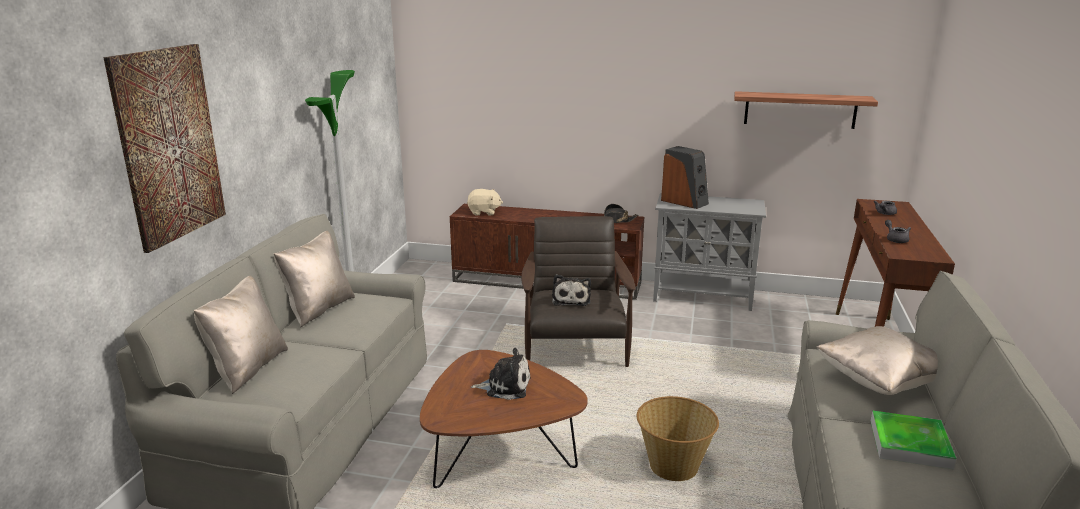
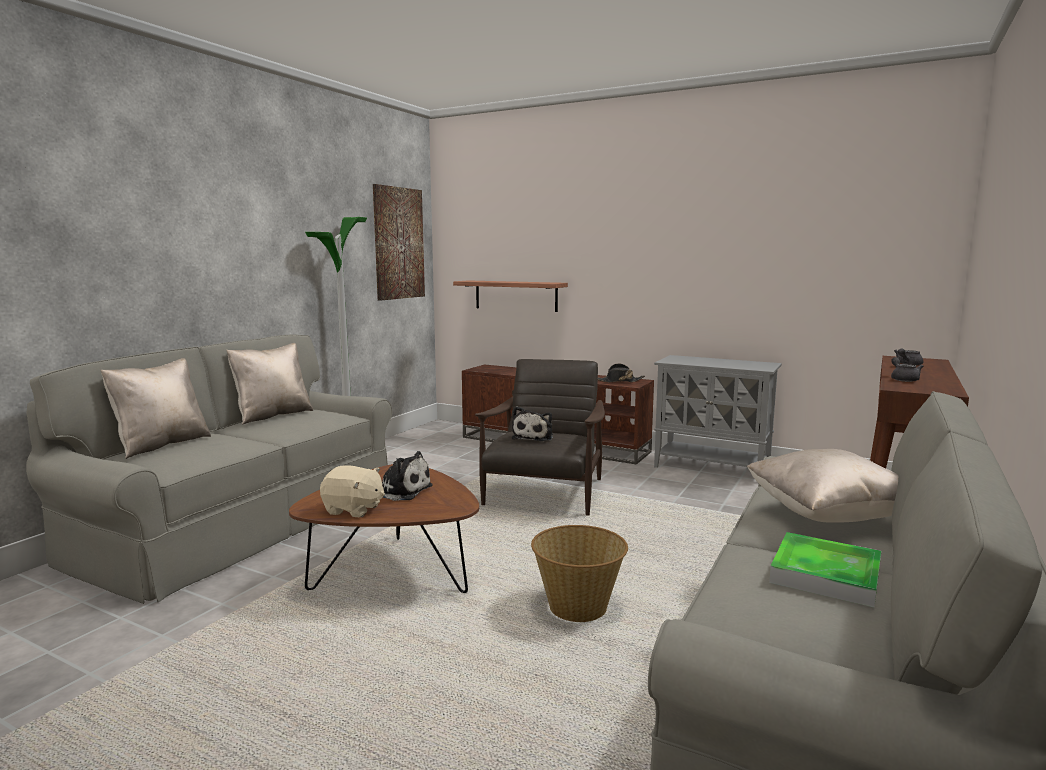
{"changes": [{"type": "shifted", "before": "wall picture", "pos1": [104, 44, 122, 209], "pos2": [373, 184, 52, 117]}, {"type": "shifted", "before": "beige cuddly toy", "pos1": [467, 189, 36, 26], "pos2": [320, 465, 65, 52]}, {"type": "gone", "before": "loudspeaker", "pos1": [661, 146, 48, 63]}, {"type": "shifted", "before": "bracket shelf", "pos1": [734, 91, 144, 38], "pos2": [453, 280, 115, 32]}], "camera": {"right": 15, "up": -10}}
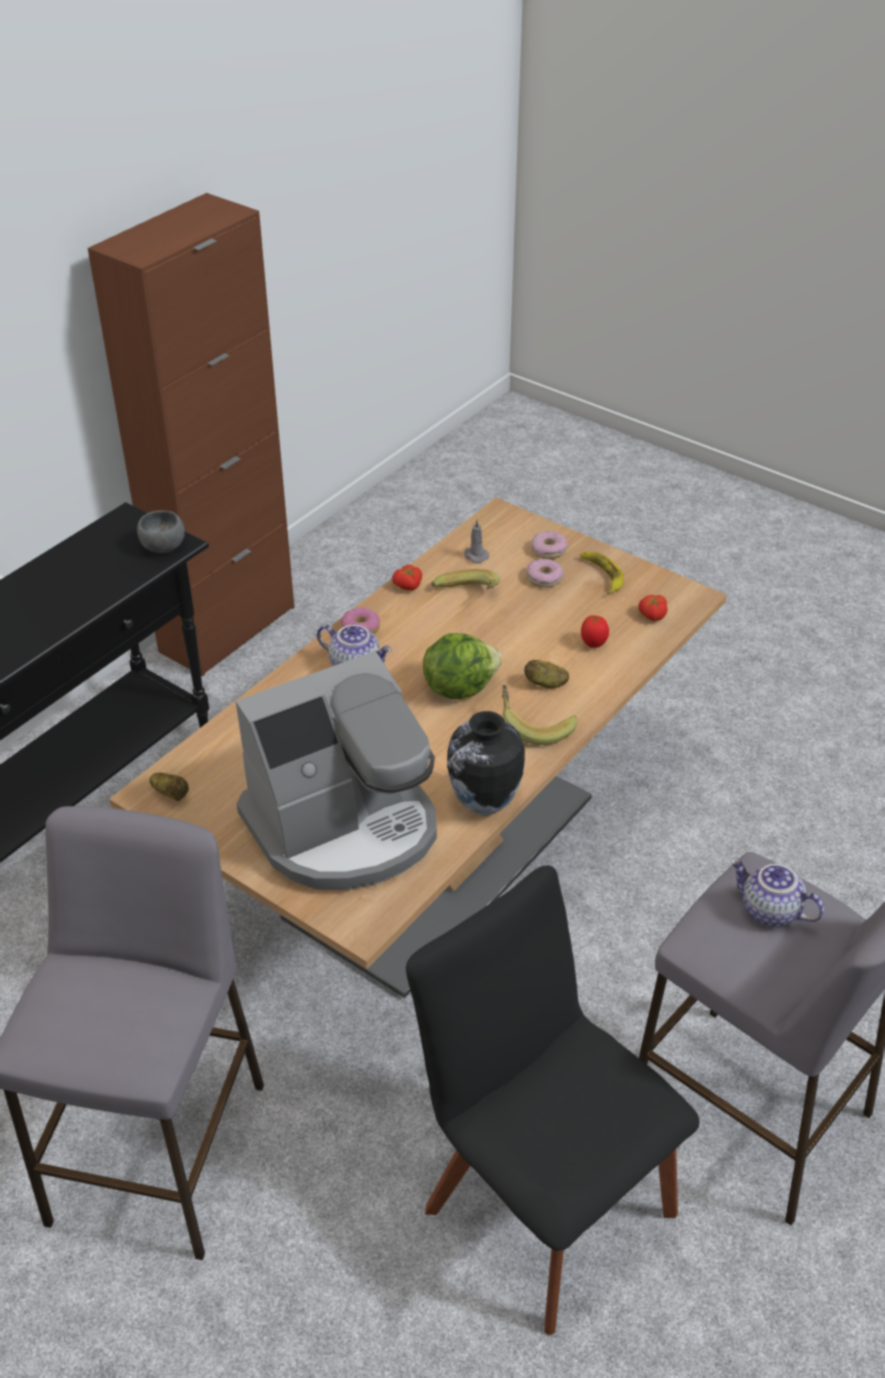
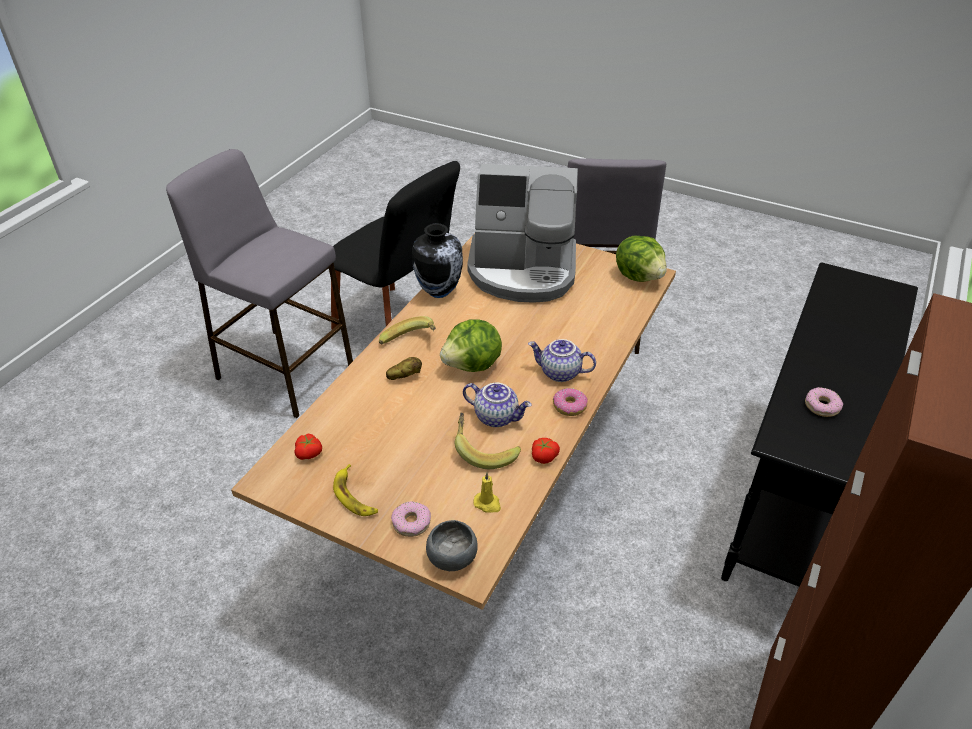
{"changes": [{"type": "shifted", "before": "grey serving bowl", "pos1": [137, 510, 48, 43], "pos2": [426, 520, 52, 51]}, {"type": "swapped", "before": "potato", "after": "head of lettuce", "pos1": [149, 773, 40, 28], "pos2": [616, 235, 51, 47]}, {"type": "rotated", "before": "coffee maker", "pos1": [236, 651, 201, 239], "pos2": [467, 164, 111, 139], "turn": -135}, {"type": "repainted", "before": "grey candle", "after": "yellow-coloured candle", "pos1": [464, 520, 25, 43], "pos2": [473, 473, 28, 39]}, {"type": "shifted", "before": "doughnut", "pos1": [526, 559, 38, 28], "pos2": [805, 387, 38, 30]}, {"type": "gone", "before": "fresh tomato", "pos1": [581, 615, 28, 33]}, {"type": "shifted", "before": "teapot", "pos1": [730, 858, 94, 68], "pos2": [463, 382, 69, 45]}], "camera": {"right": 170, "up": 0}}
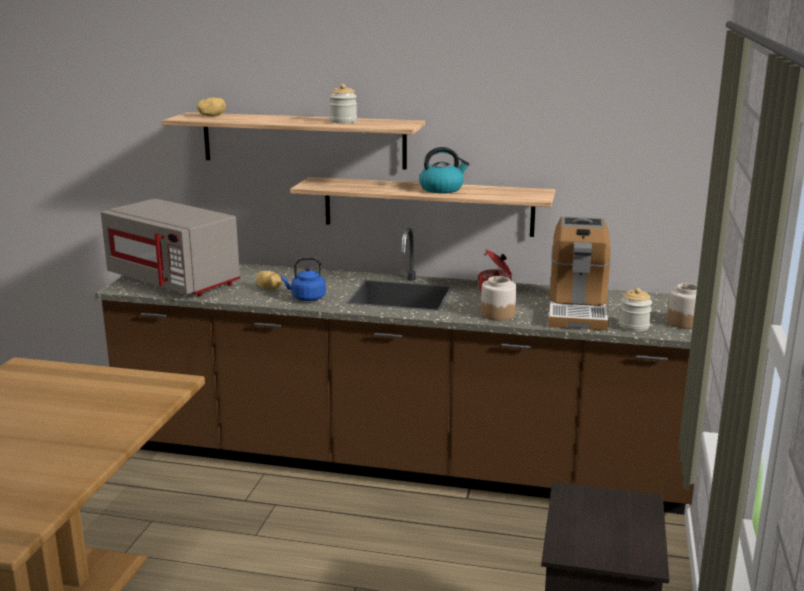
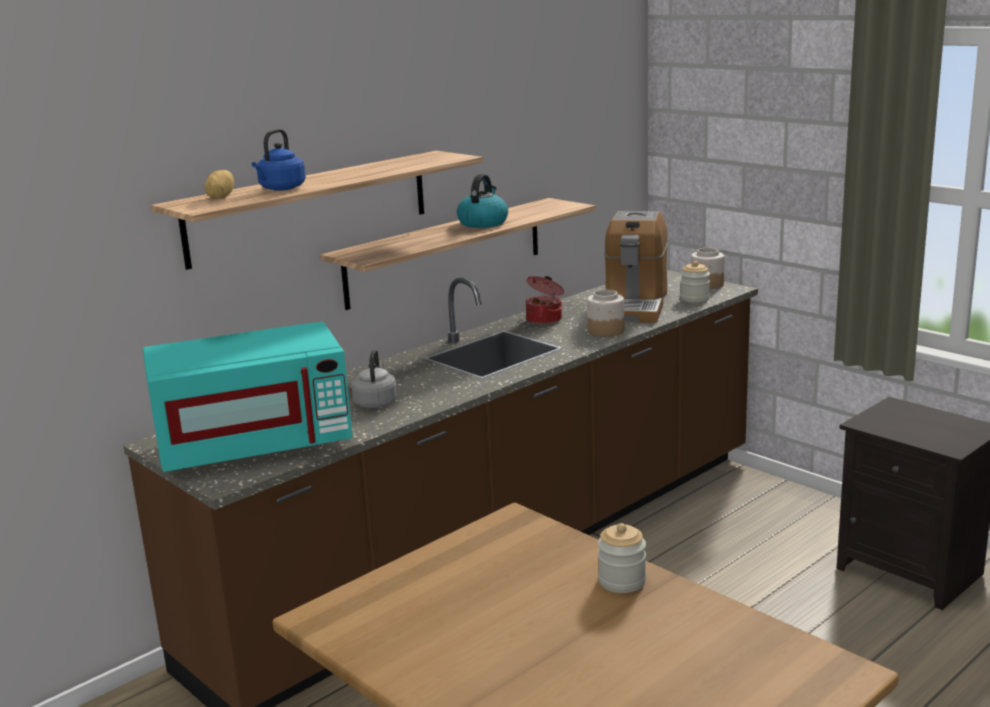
{"changes": [{"type": "repainted", "before": "grey microwave", "after": "turquoise-coloured microwave", "pos1": [101, 198, 140, 98], "pos2": [143, 322, 210, 150]}, {"type": "swapped", "before": "potato", "after": "grey water kettle", "pos1": [256, 271, 26, 19], "pos2": [351, 349, 46, 59]}, {"type": "shifted", "before": "bluish water kettle", "pos1": [281, 257, 45, 44], "pos2": [252, 129, 54, 62]}, {"type": "shifted", "before": "preserve jar", "pos1": [329, 84, 28, 39], "pos2": [598, 523, 48, 70]}, {"type": "rotated", "before": "coffee maker", "pos1": [548, 216, 63, 115], "pos2": [604, 211, 64, 112], "turn": 60}], "camera": {"right": -55, "up": 0}}
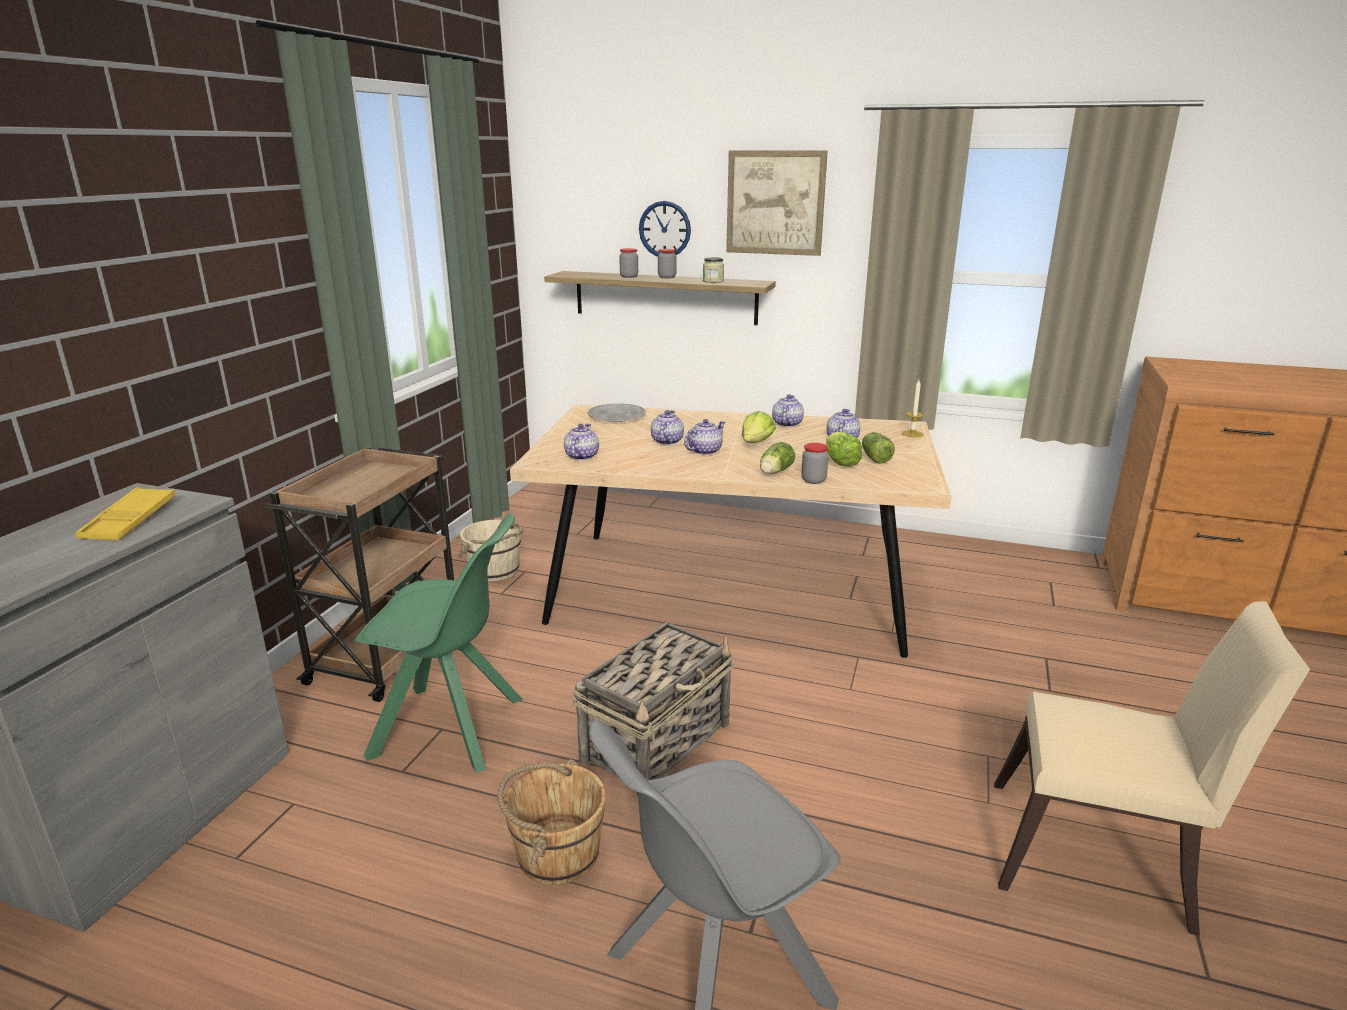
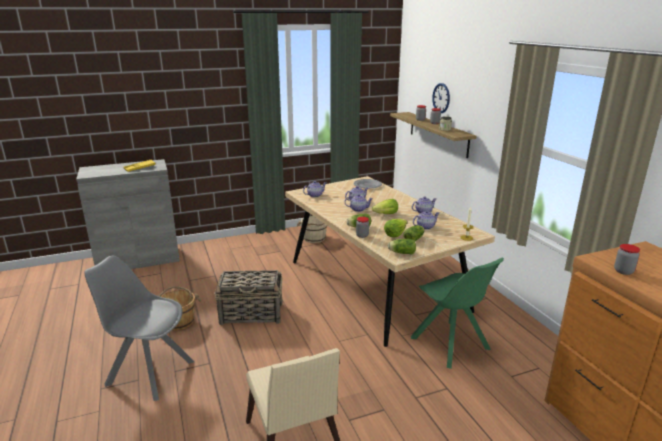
{"changes": [{"type": "gone", "before": "brown trolley", "pos1": [265, 447, 189, 255]}, {"type": "shifted", "before": "green plain chair", "pos1": [354, 513, 169, 260], "pos2": [411, 258, 93, 111]}, {"type": "gone", "before": "wall picture", "pos1": [726, 150, 102, 106]}, {"type": "new", "after": "head of lettuce", "pos2": [388, 239, 28, 15]}, {"type": "new", "after": "preserve jar", "pos2": [614, 244, 26, 31]}], "camera": {"right": 50, "up": 0}}
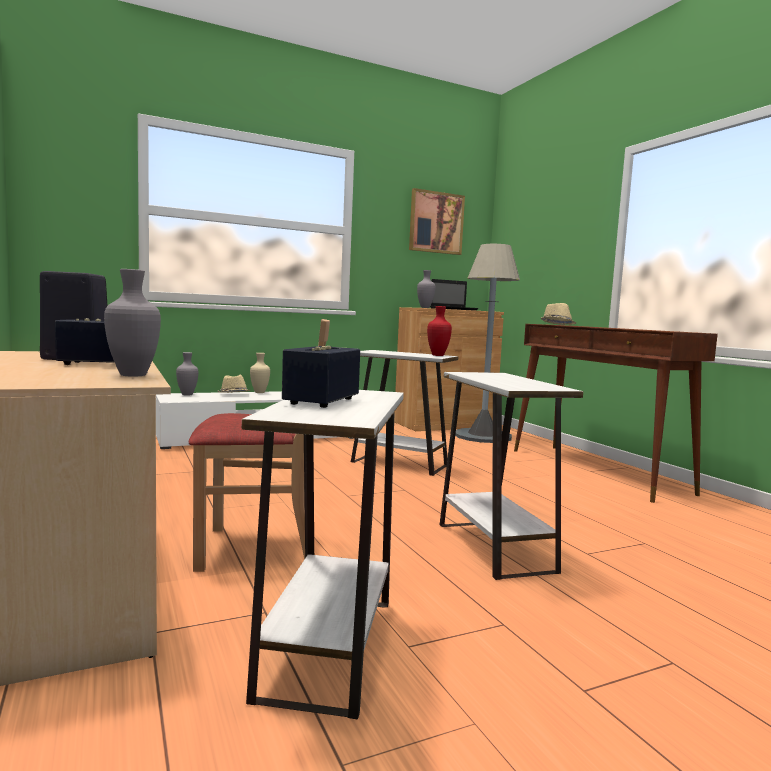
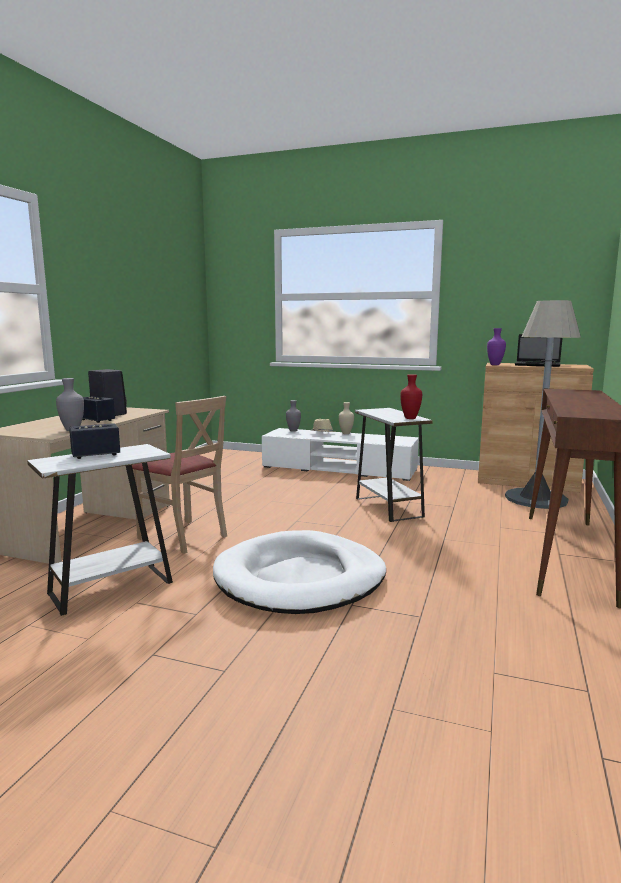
{"changes": [{"type": "gone", "before": "wall picture", "pos1": [409, 188, 56, 67]}, {"type": "repainted", "before": "grey flower vase", "after": "purple flower vase", "pos1": [417, 270, 18, 38], "pos2": [487, 328, 19, 37]}, {"type": "swapped", "before": "white-coloured accent table", "after": "white-coloured dog bed", "pos1": [440, 372, 143, 208], "pos2": [213, 530, 173, 84]}, {"type": "gone", "before": "beige wearable hat", "pos1": [541, 303, 35, 22]}], "camera": {"right": 45, "up": 5}}
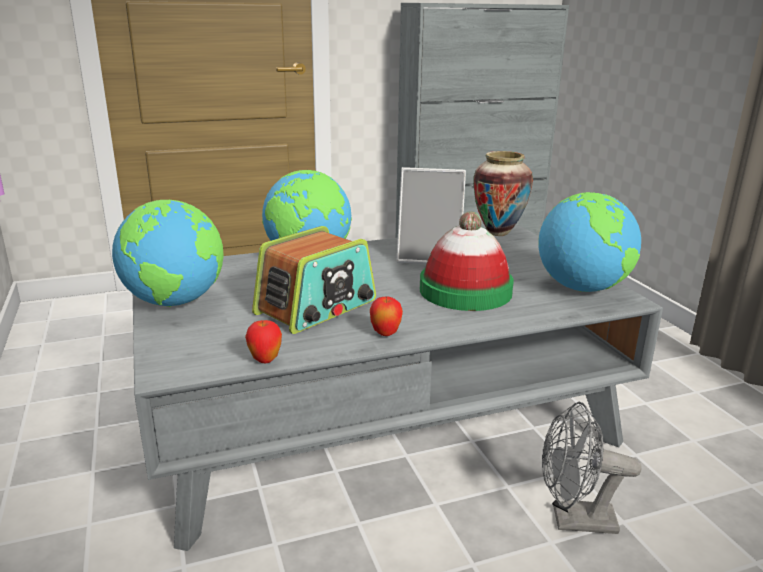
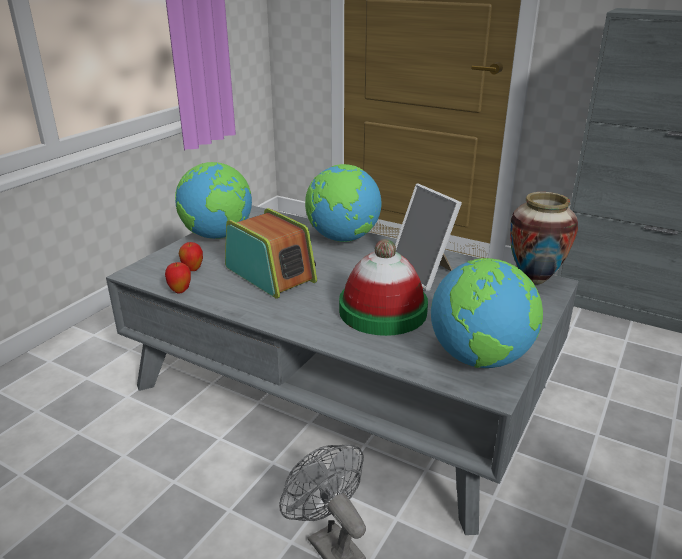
{"changes": [{"type": "rotated", "before": "radio set", "pos1": [252, 226, 124, 108], "pos2": [225, 208, 92, 91], "turn": -135}, {"type": "shifted", "before": "whole apple", "pos1": [370, 296, 33, 40], "pos2": [179, 242, 24, 29]}], "camera": {"right": 50, "up": 5}}
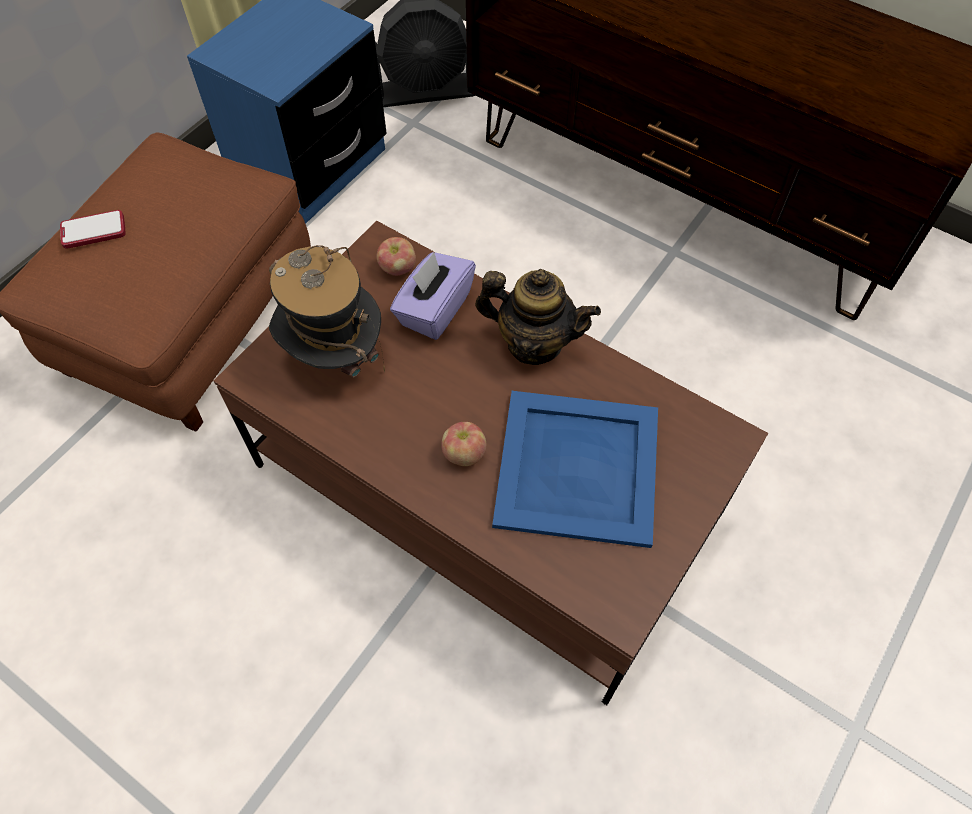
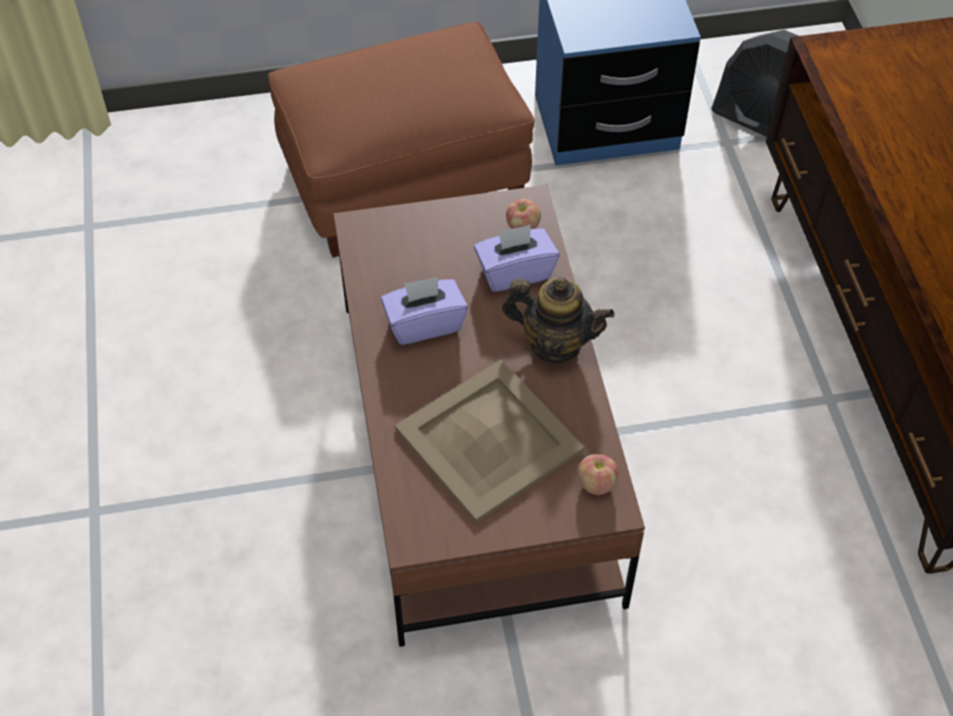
{"changes": [{"type": "gone", "before": "phone", "pos1": [60, 210, 66, 39]}, {"type": "gone", "before": "wearable hat", "pos1": [269, 245, 116, 133]}, {"type": "shifted", "before": "whole apple", "pos1": [441, 422, 45, 44], "pos2": [577, 454, 41, 41]}, {"type": "rotated", "before": "teapot", "pos1": [475, 269, 126, 96], "pos2": [502, 277, 113, 86], "turn": -45}, {"type": "repainted", "before": "bluish tray", "after": "beige tray", "pos1": [492, 391, 166, 157], "pos2": [395, 360, 190, 163]}, {"type": "new", "after": "purple box of tissues", "pos2": [381, 277, 87, 68]}], "camera": {"right": 45, "up": -5}}
